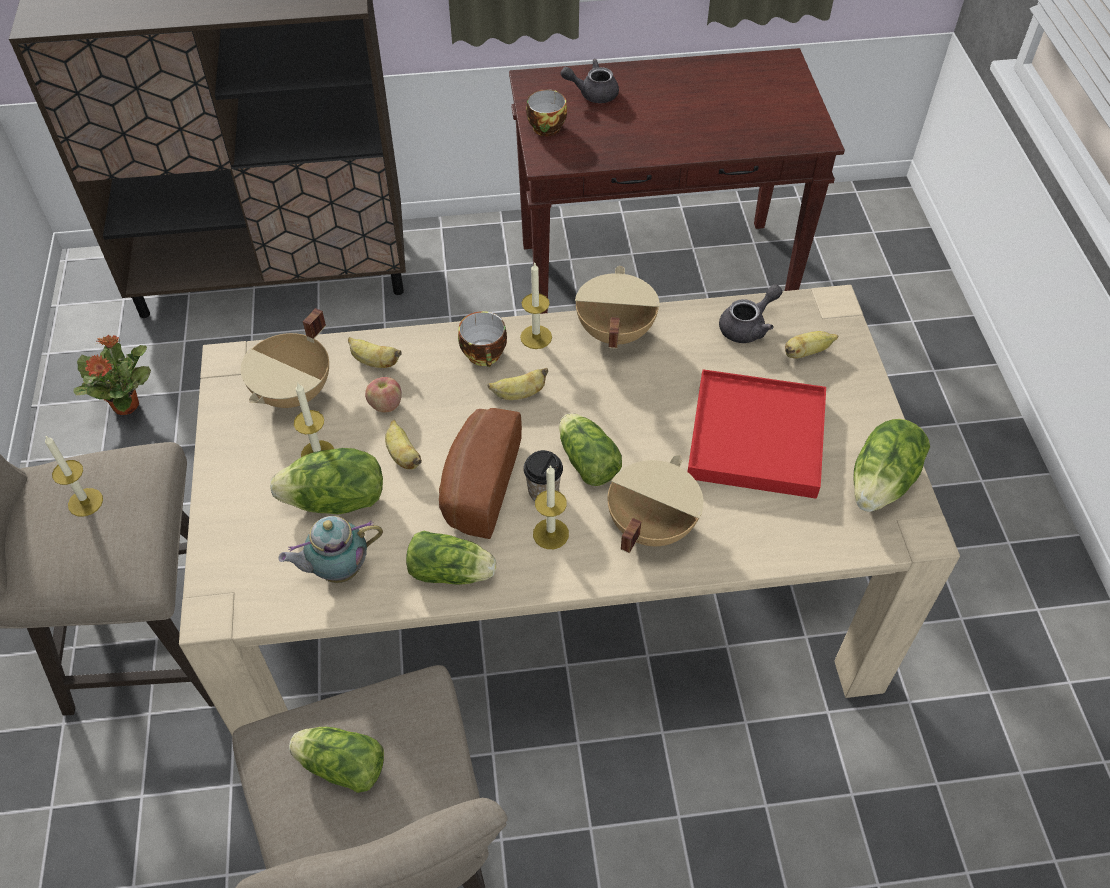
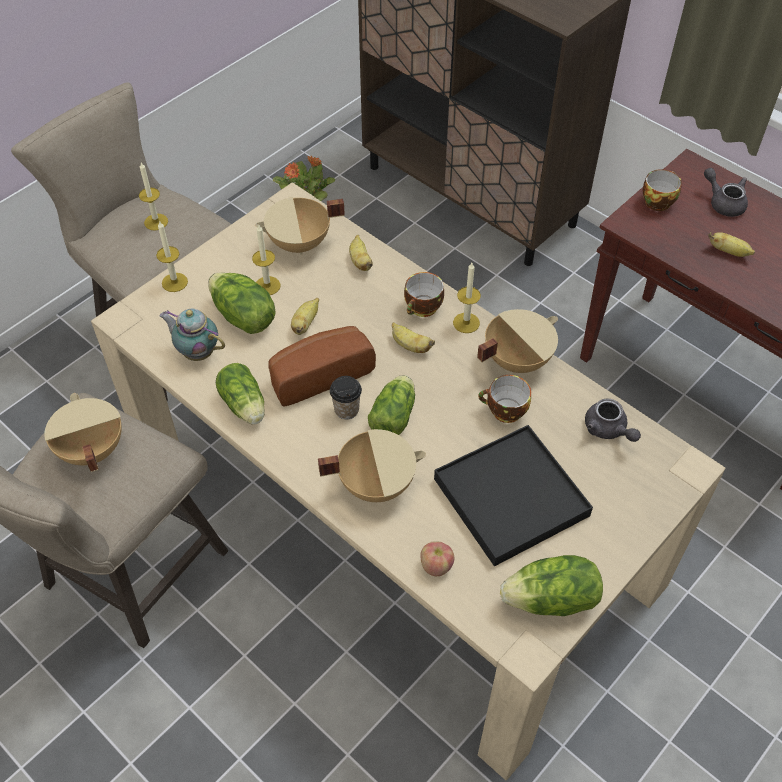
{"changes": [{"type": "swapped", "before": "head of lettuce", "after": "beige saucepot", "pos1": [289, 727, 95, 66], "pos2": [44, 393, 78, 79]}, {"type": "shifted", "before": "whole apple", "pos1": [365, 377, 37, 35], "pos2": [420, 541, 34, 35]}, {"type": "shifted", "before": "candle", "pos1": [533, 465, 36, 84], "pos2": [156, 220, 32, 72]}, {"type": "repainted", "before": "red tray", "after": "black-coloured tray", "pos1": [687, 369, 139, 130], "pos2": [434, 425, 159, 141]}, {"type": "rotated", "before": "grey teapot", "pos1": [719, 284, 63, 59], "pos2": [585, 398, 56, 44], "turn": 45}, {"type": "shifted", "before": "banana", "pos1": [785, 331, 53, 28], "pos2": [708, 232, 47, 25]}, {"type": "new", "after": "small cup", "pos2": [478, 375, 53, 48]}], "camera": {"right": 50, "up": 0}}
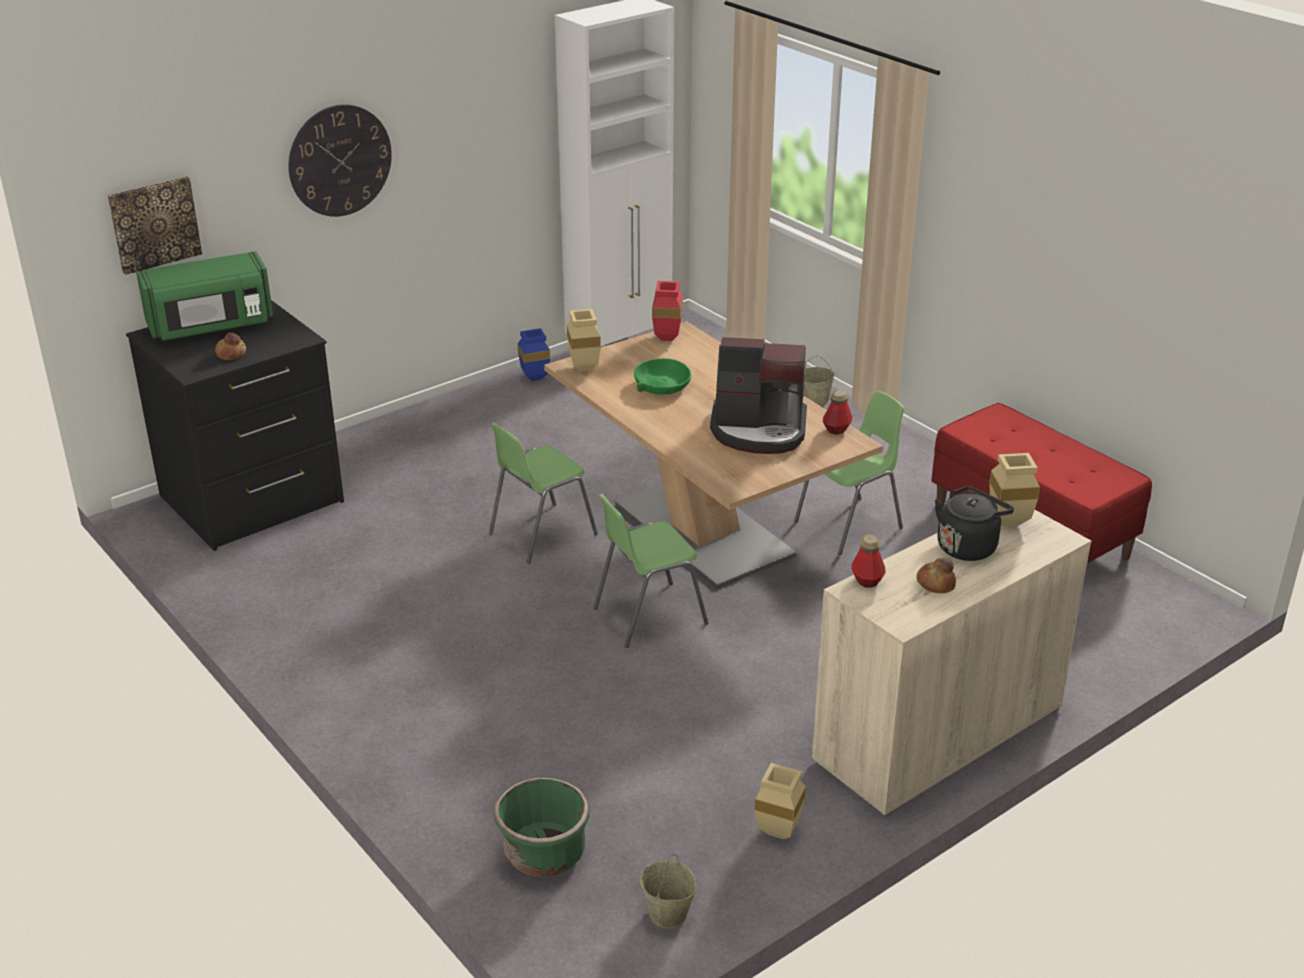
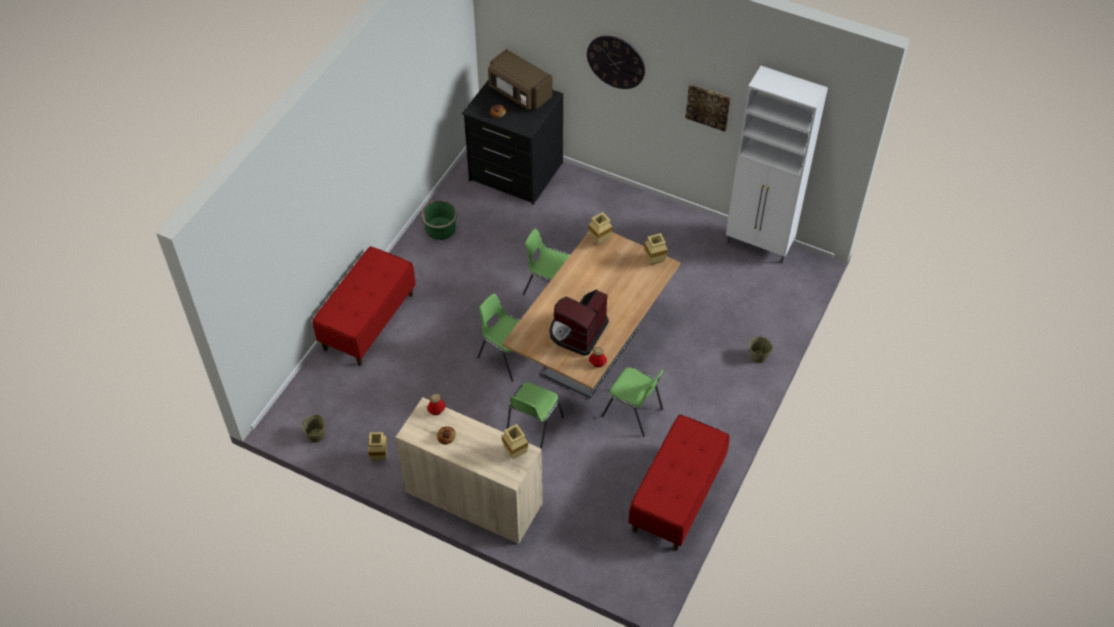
{"changes": [{"type": "shifted", "before": "wall picture", "pos1": [108, 176, 94, 99], "pos2": [685, 84, 46, 48]}, {"type": "repainted", "before": "green microwave", "after": "brown microwave", "pos1": [136, 251, 138, 90], "pos2": [488, 49, 65, 61]}, {"type": "shifted", "before": "green planter", "pos1": [493, 777, 97, 100], "pos2": [421, 200, 36, 40]}, {"type": "gone", "before": "bluish flower vase", "pos1": [517, 328, 33, 53]}, {"type": "gone", "before": "green serving bowl", "pos1": [634, 358, 57, 37]}, {"type": "repainted", "before": "red flower vase", "after": "beige flower vase", "pos1": [652, 281, 31, 60], "pos2": [644, 233, 24, 32]}, {"type": "rotated", "before": "coffee maker", "pos1": [710, 337, 97, 117], "pos2": [549, 289, 60, 67], "turn": 45}, {"type": "gone", "before": "black-coloured water kettle", "pos1": [935, 486, 79, 75]}, {"type": "new", "after": "red bench", "pos2": [313, 246, 103, 120]}, {"type": "new", "after": "green plain chair", "pos2": [507, 382, 57, 67]}], "camera": {"right": 65, "up": 20}}
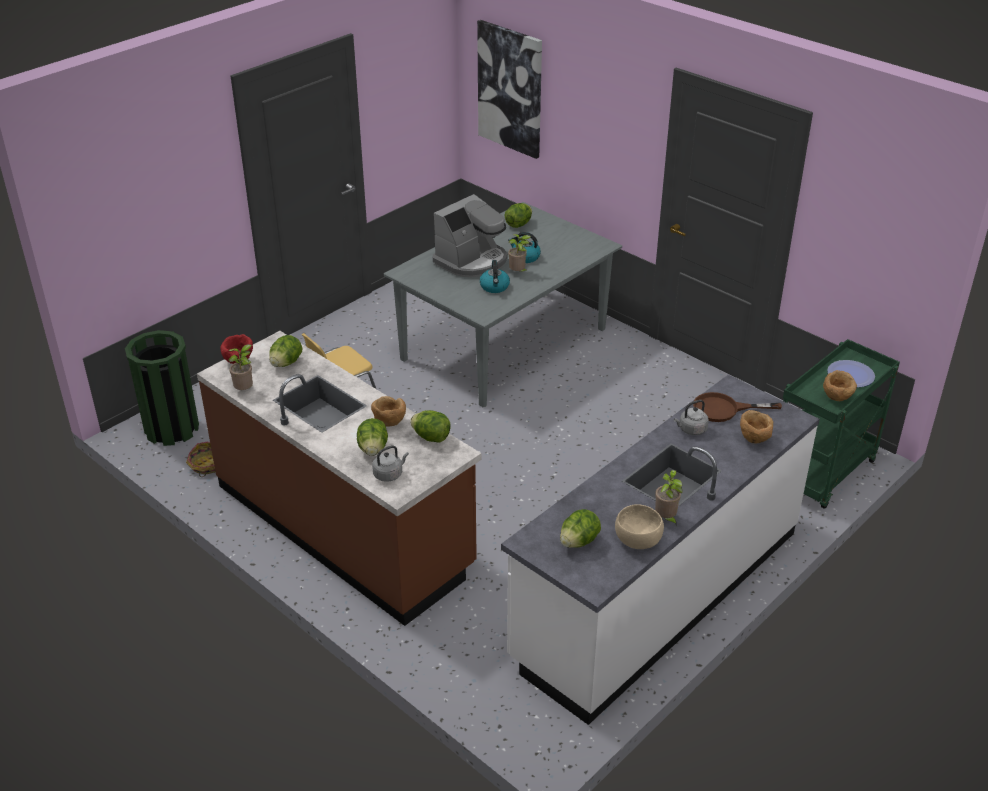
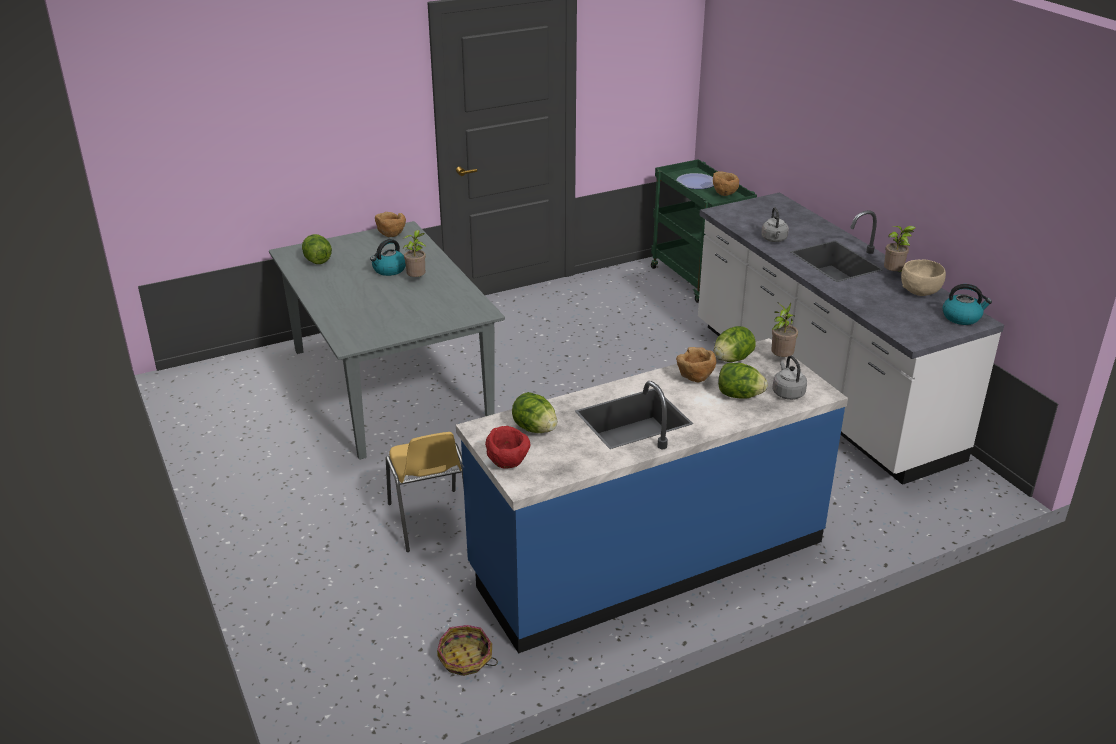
{"changes": [{"type": "gone", "before": "green trash can", "pos1": [125, 330, 74, 116]}, {"type": "repainted", "before": "brown kitchen counter", "after": "bluish kitchen counter", "pos1": [197, 331, 284, 295], "pos2": [456, 338, 392, 316]}, {"type": "shifted", "before": "potted plant", "pos1": [228, 344, 25, 46], "pos2": [771, 302, 27, 55]}, {"type": "gone", "before": "coffee maker", "pos1": [433, 194, 74, 83]}, {"type": "gone", "before": "wall picture", "pos1": [477, 20, 65, 139]}, {"type": "shifted", "before": "water kettle", "pos1": [480, 260, 30, 33], "pos2": [943, 284, 49, 41]}, {"type": "gone", "before": "head of lettuce", "pos1": [560, 509, 41, 39]}, {"type": "gone", "before": "brown pan", "pos1": [693, 392, 89, 30]}, {"type": "shifted", "before": "brown serving bowl", "pos1": [740, 410, 33, 33], "pos2": [375, 212, 31, 25]}], "camera": {"right": -70, "up": -5}}
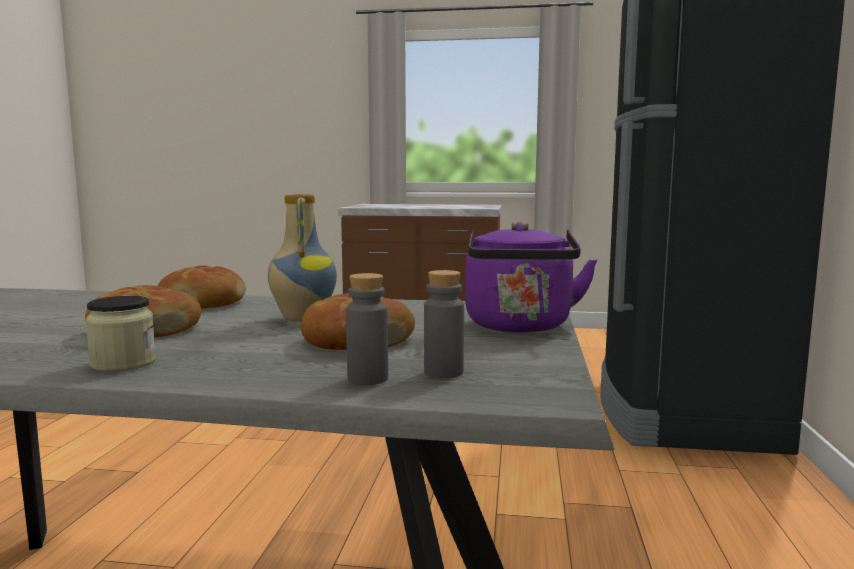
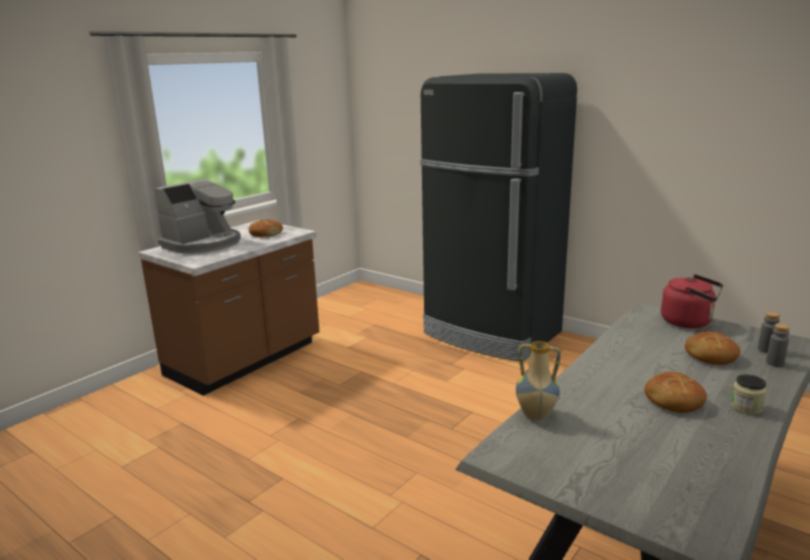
{"changes": [{"type": "shifted", "before": "baked bread", "pos1": [158, 265, 88, 44], "pos2": [249, 219, 34, 18]}, {"type": "shifted", "before": "flower vase", "pos1": [268, 195, 69, 127], "pos2": [516, 341, 45, 79]}, {"type": "repainted", "before": "purple water kettle", "after": "red water kettle", "pos1": [465, 222, 132, 111], "pos2": [661, 274, 62, 54]}, {"type": "new", "after": "coffee maker", "pos2": [154, 179, 87, 75]}], "camera": {"right": -60, "up": 10}}
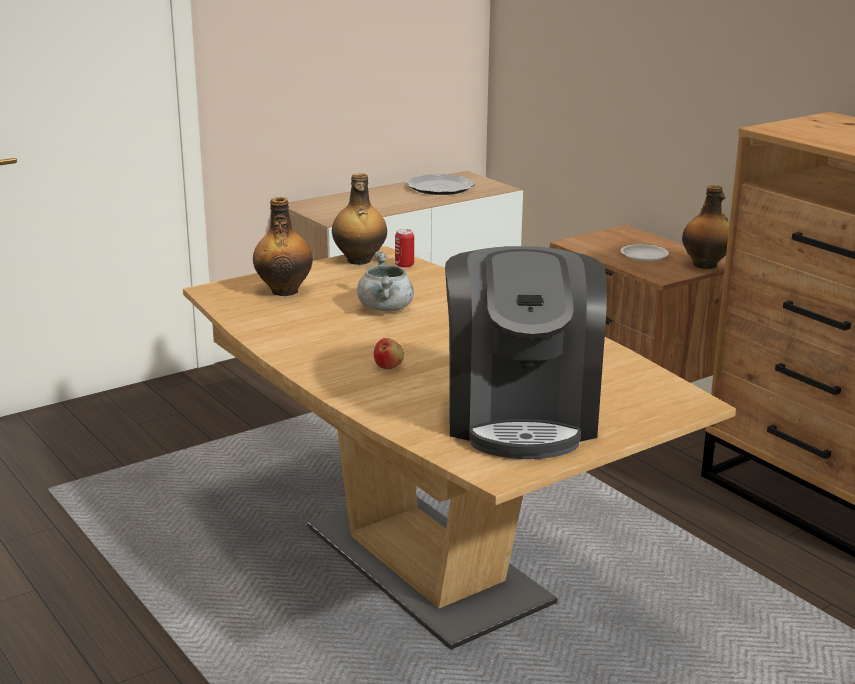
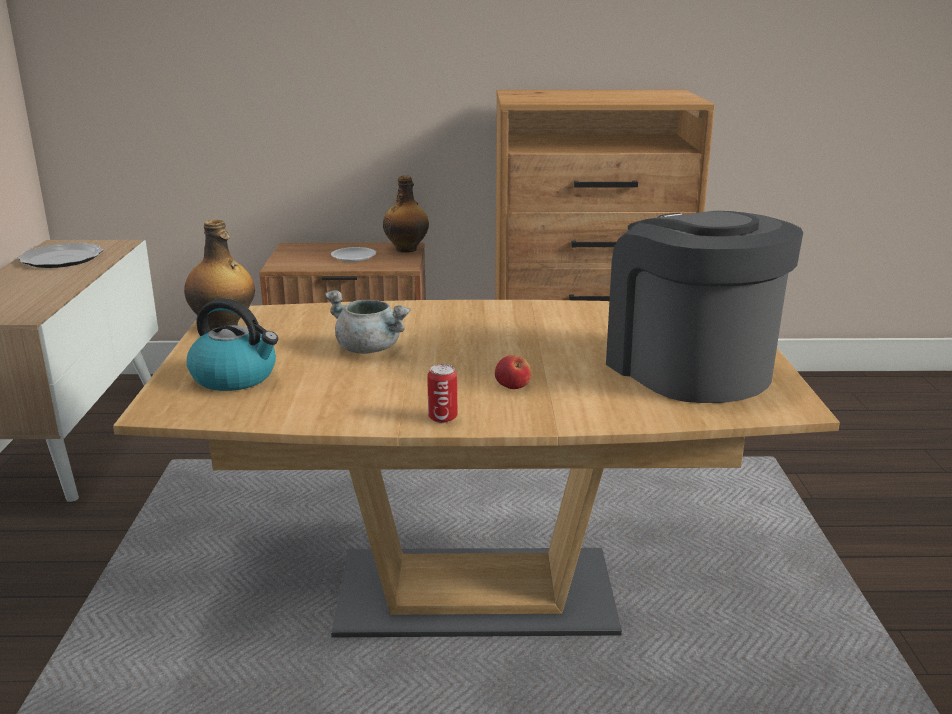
{"changes": [{"type": "swapped", "before": "bottle", "after": "water kettle", "pos1": [253, 197, 60, 99], "pos2": [187, 298, 91, 93]}, {"type": "shifted", "before": "can", "pos1": [395, 229, 19, 39], "pos2": [427, 364, 30, 59]}, {"type": "rotated", "before": "coffee maker", "pos1": [445, 246, 162, 213], "pos2": [606, 211, 197, 192], "turn": -150}], "camera": {"right": -55, "up": 0}}
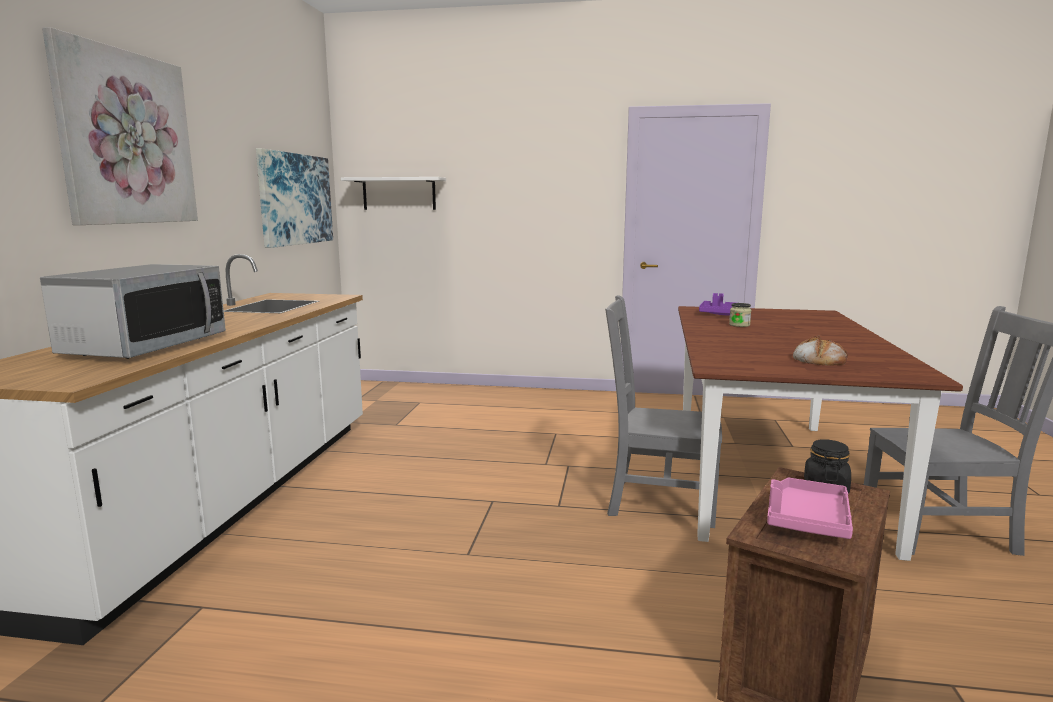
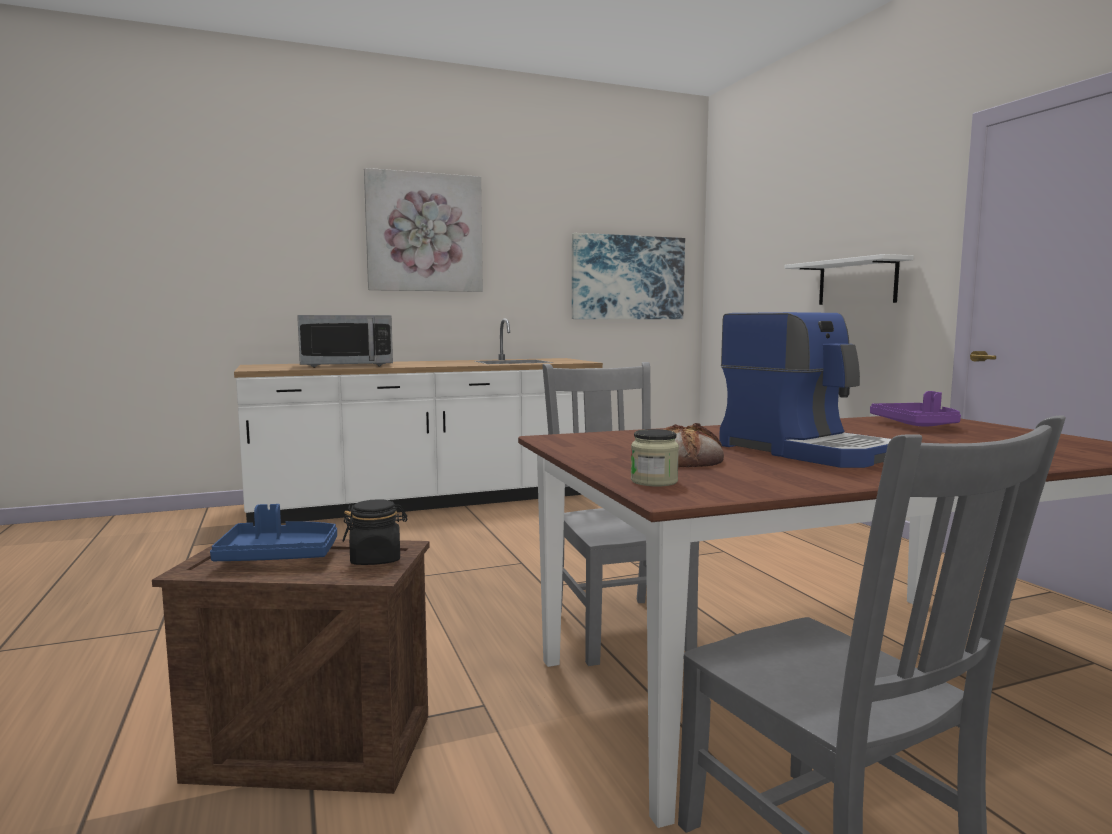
{"changes": [{"type": "shifted", "before": "white-coloured bracket shelf", "pos1": [341, 177, 105, 33], "pos2": [785, 254, 129, 51]}, {"type": "shifted", "before": "preserve jar", "pos1": [729, 303, 22, 24], "pos2": [631, 429, 48, 58]}, {"type": "repainted", "before": "pinkish tray", "after": "bluish tray", "pos1": [767, 478, 86, 61], "pos2": [210, 504, 127, 57]}, {"type": "new", "after": "coffee maker", "pos2": [719, 312, 172, 156]}], "camera": {"right": 60, "up": -5}}
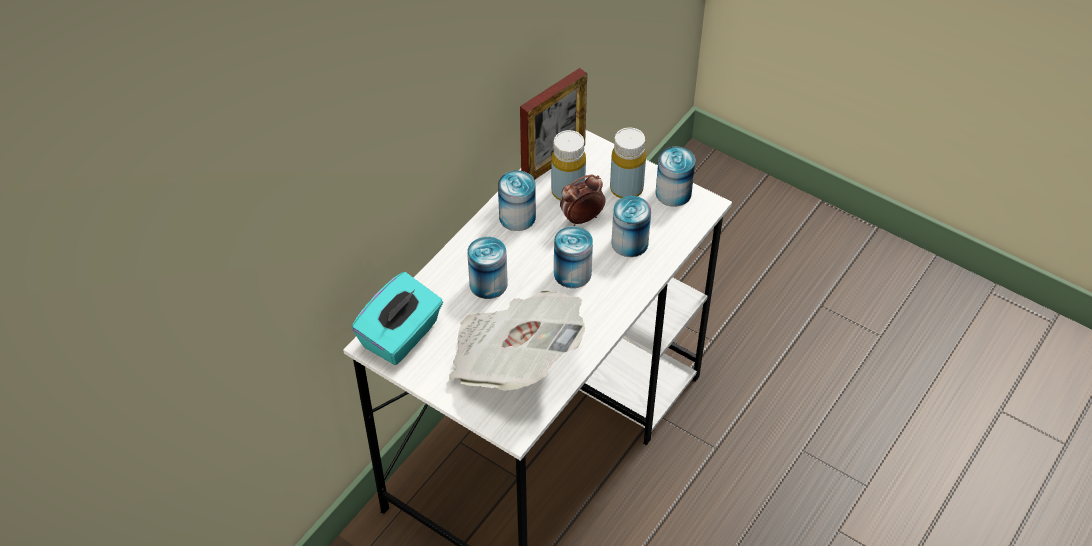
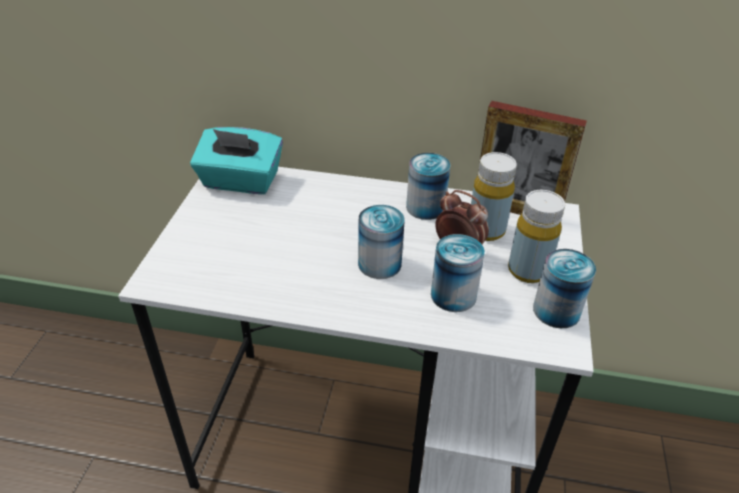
{"changes": [{"type": "gone", "before": "newspaper", "pos1": [449, 290, 136, 101]}, {"type": "gone", "before": "can", "pos1": [467, 237, 41, 62]}], "camera": {"right": 65, "up": -10}}
